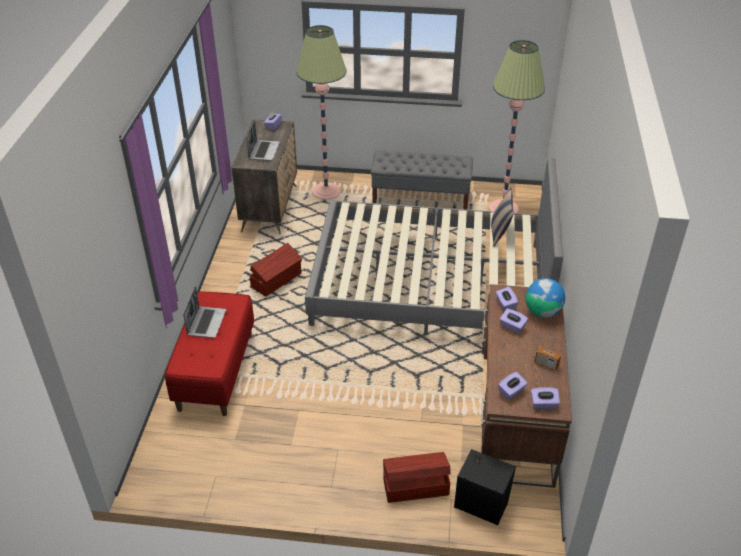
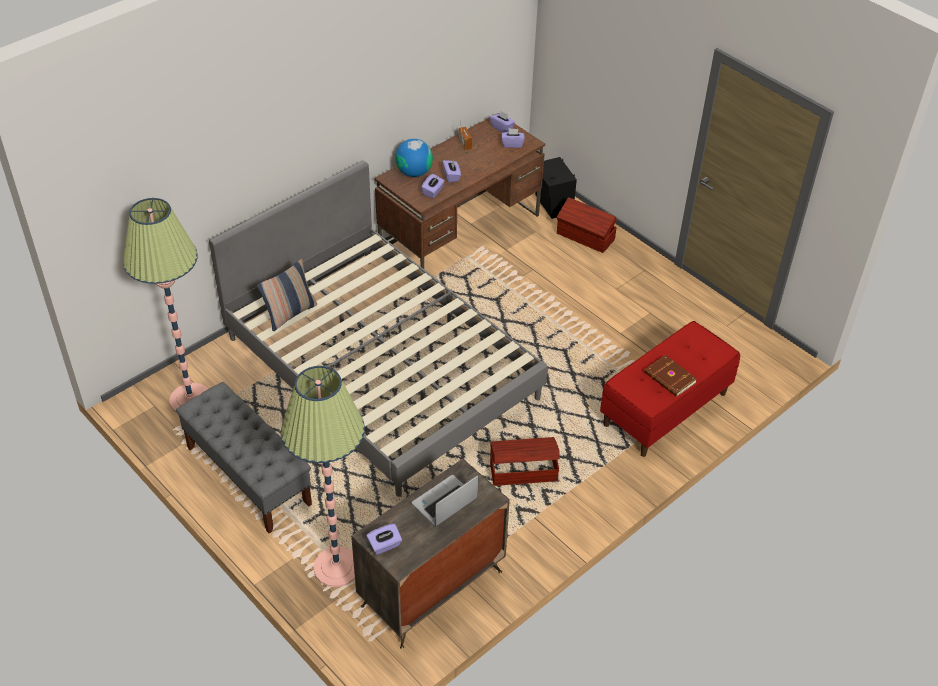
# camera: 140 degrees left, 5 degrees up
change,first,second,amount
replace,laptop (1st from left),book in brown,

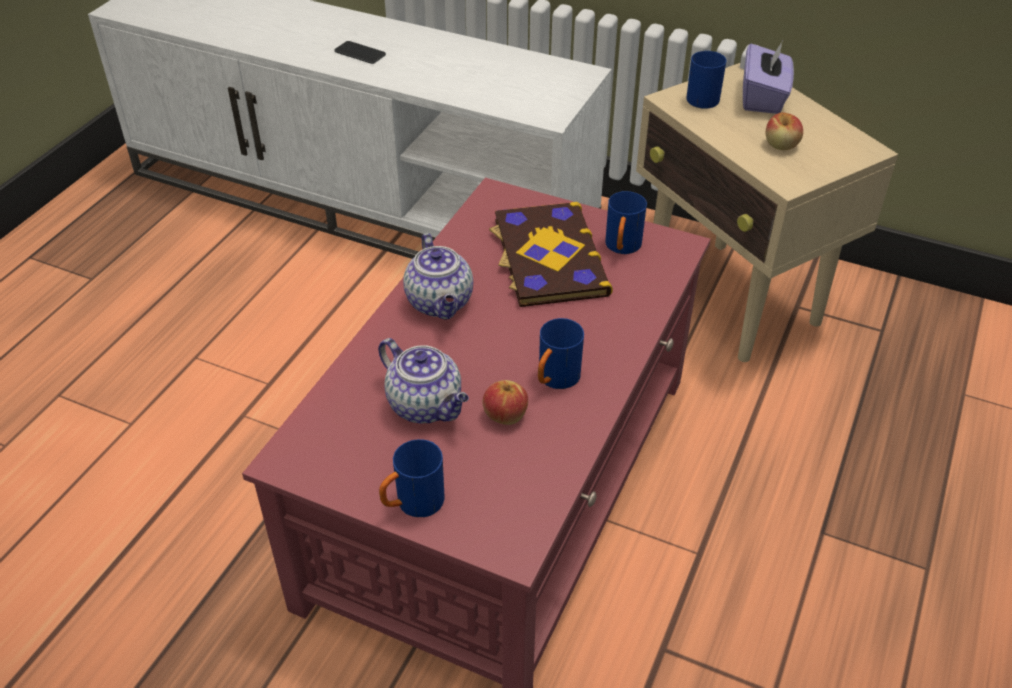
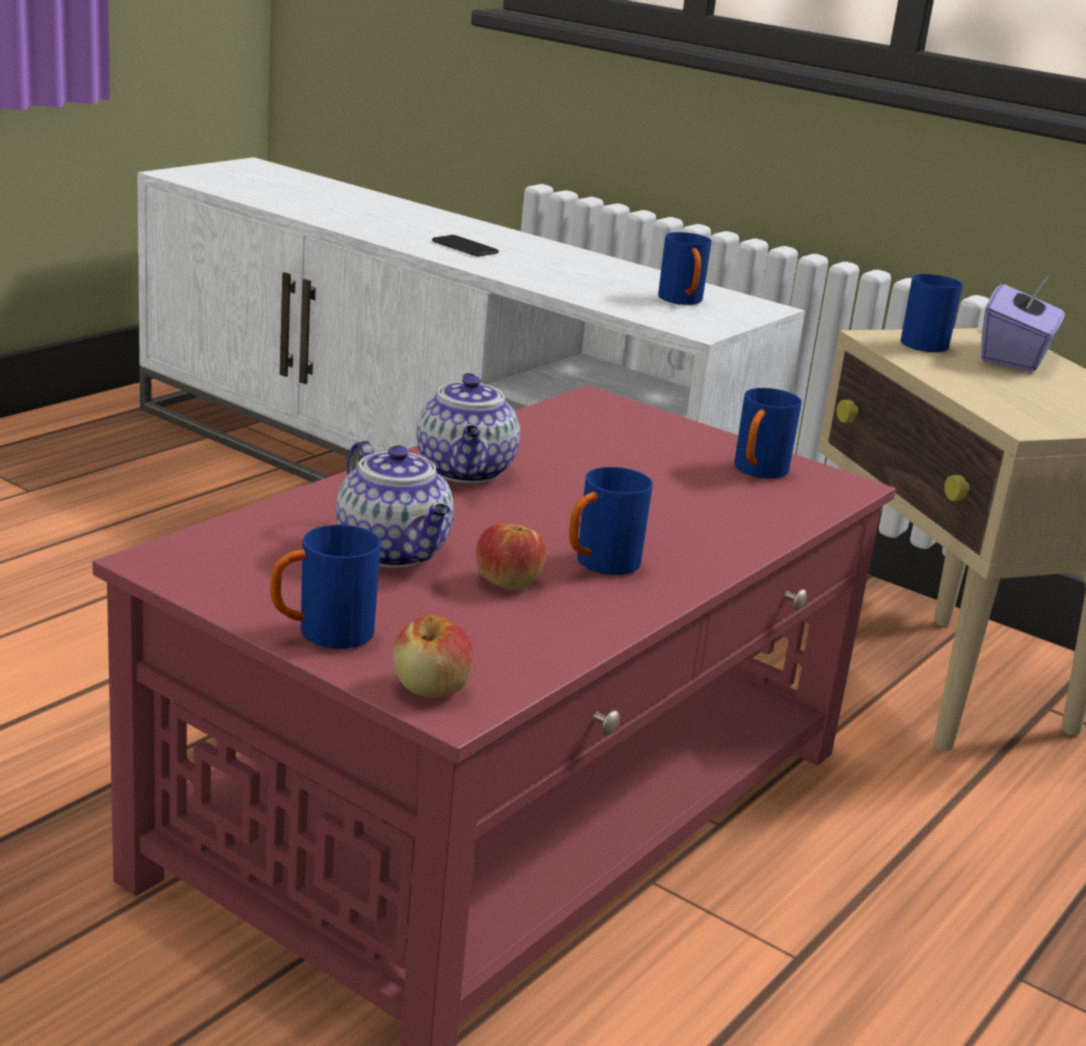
# camera: 10 degrees right, 20 degrees down
change,first,second,amount
delete,book,,
move,apple (2nd from left in the first image),apple (1st from left),
insert,,mug in blue (3rd from left),

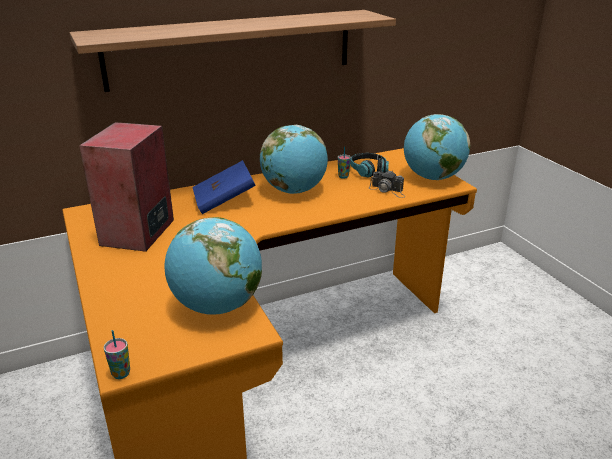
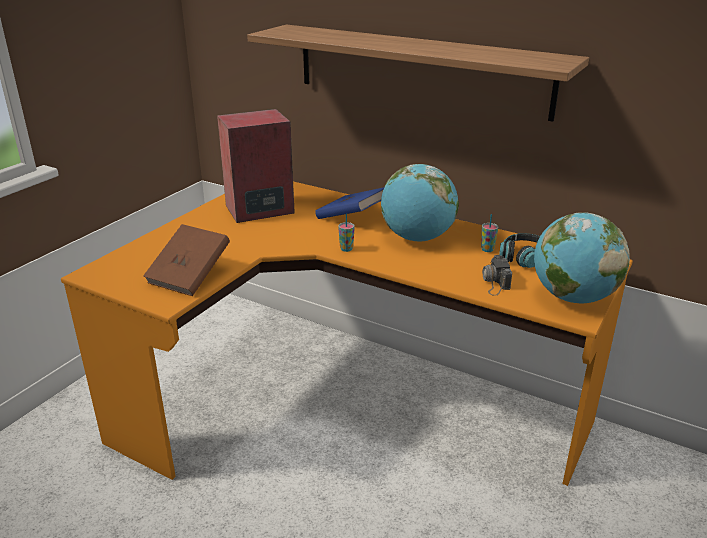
# camera: 55 degrees right, 0 degrees up
change,first,second,amount
move,cup (1st from left),,
replace,globe (1st from left),book in brown,

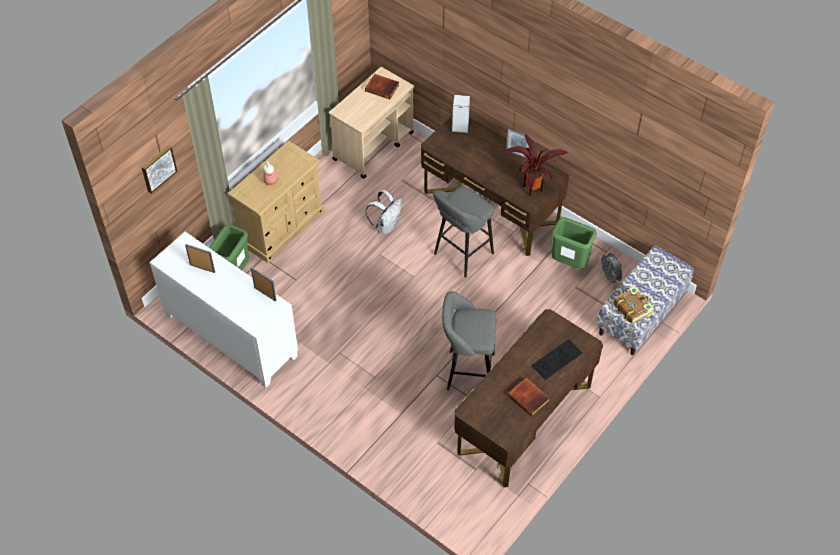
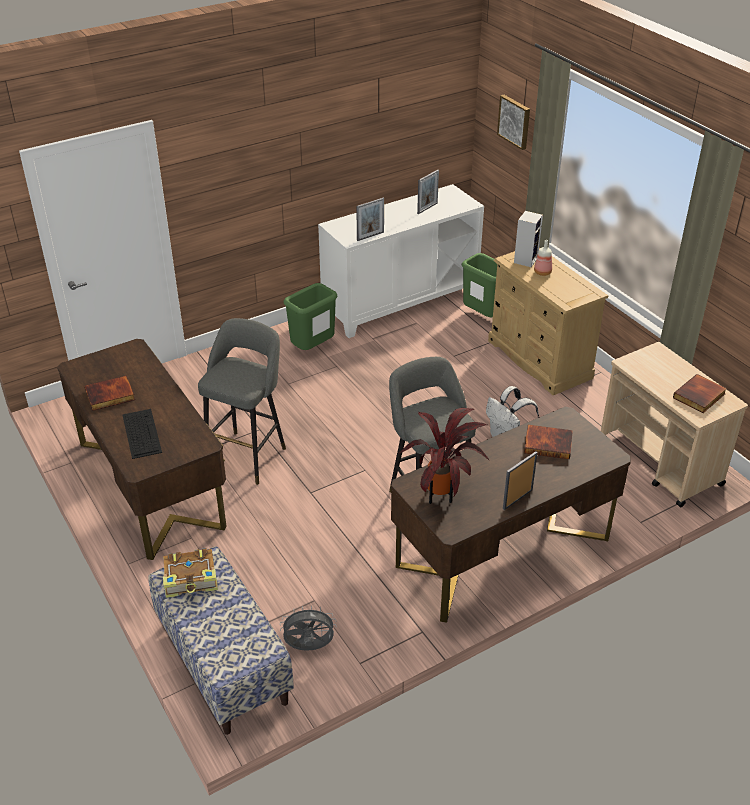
# camera: 110 degrees right, 15 degrees down
change,first,second,amount
move,speaker,,
move,trash can in green (2nd from left in the first image),trash can in green (1st from left),
insert,,book (3rd from left),

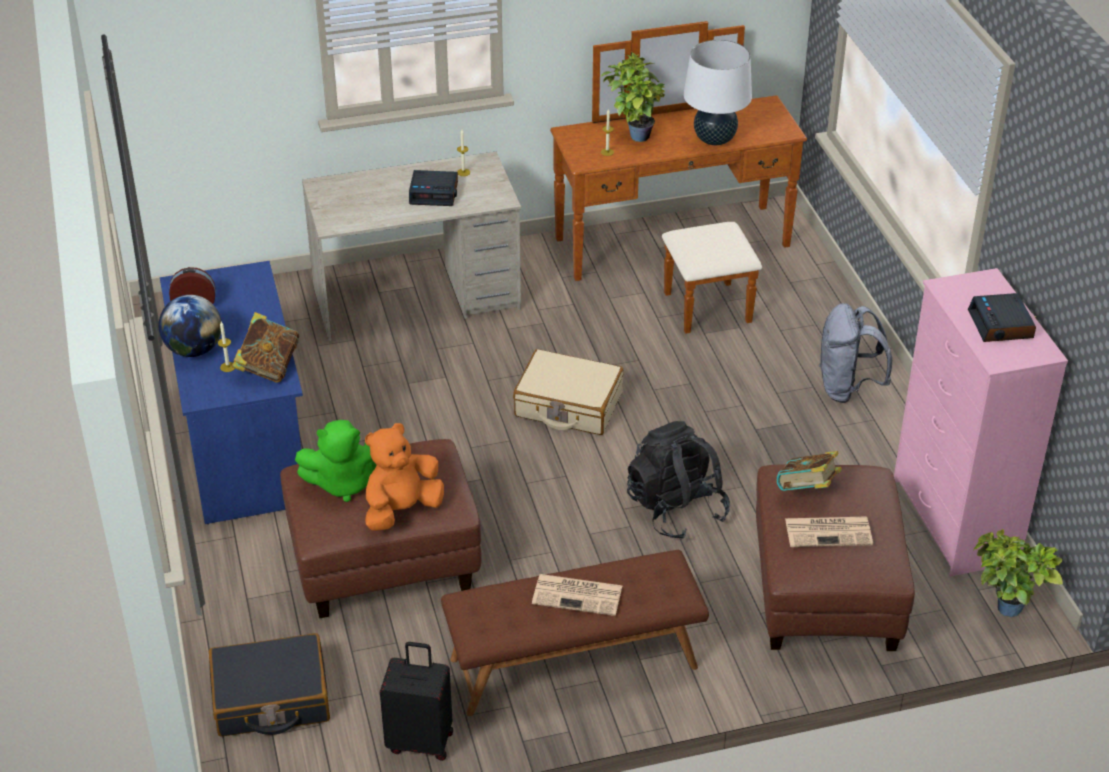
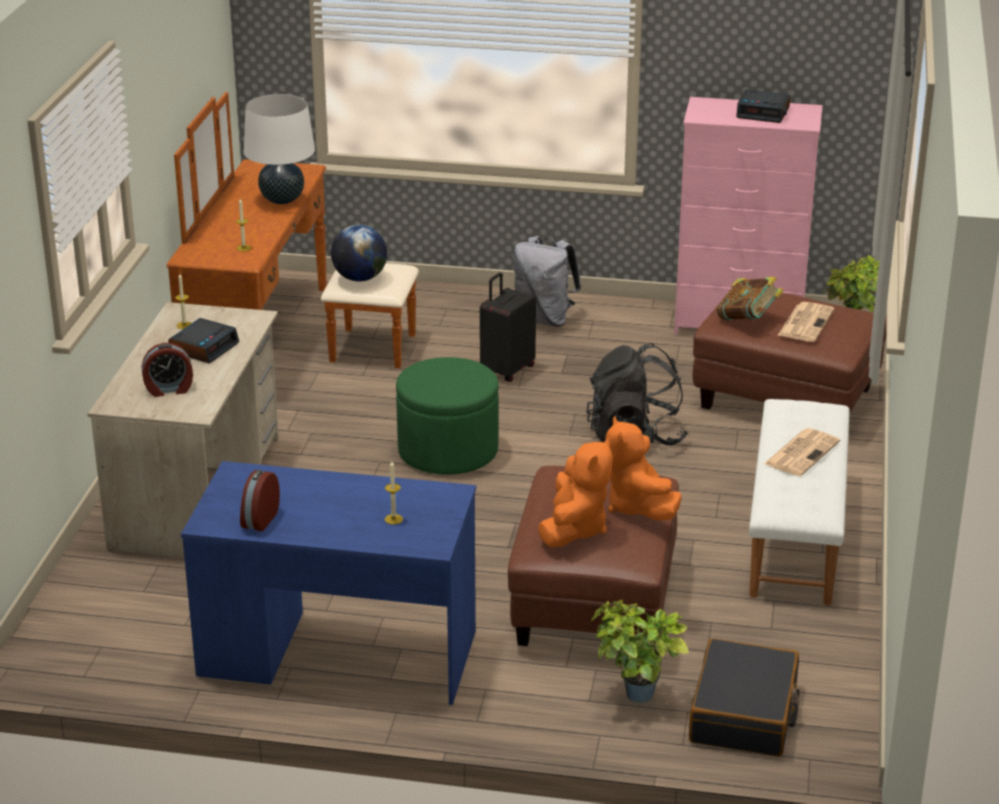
# camera: 65 degrees left, 10 degrees down
change,first,second,amount
move,globe,,
delete,book (1st from left),,
recolor,plush toy in green,plush toy in orange (1st from left),
move,suitcase in black (2nd from left in the first image),suitcase in black (1st from left),
recolor,bench in brown,bench in white,
replace,suitcase in beige,ottoman in green,
move,potted plant (1st from left),,
insert,,alarm clock (1st from left),

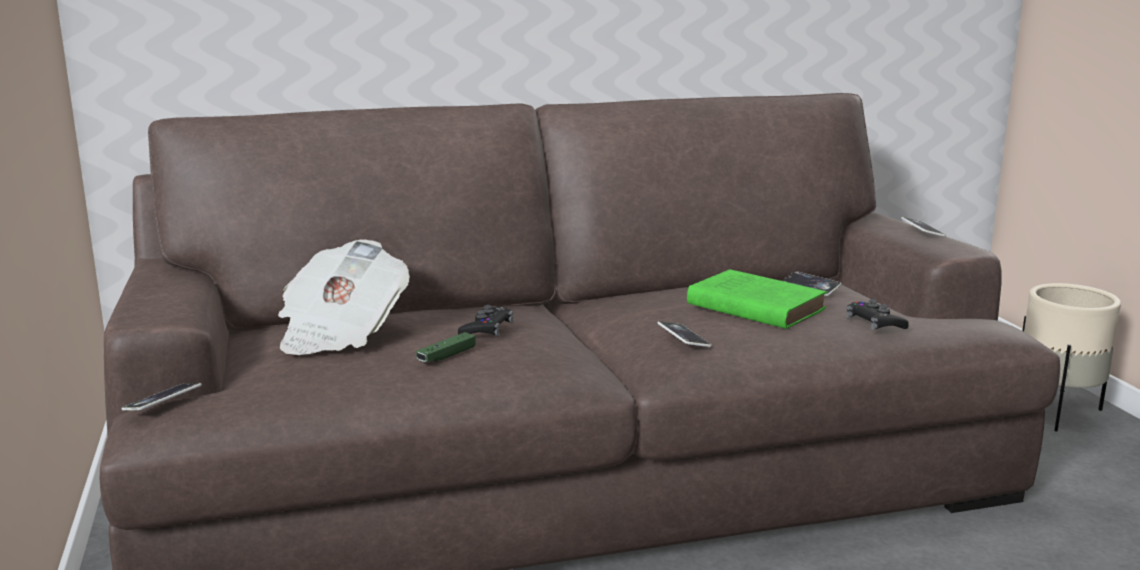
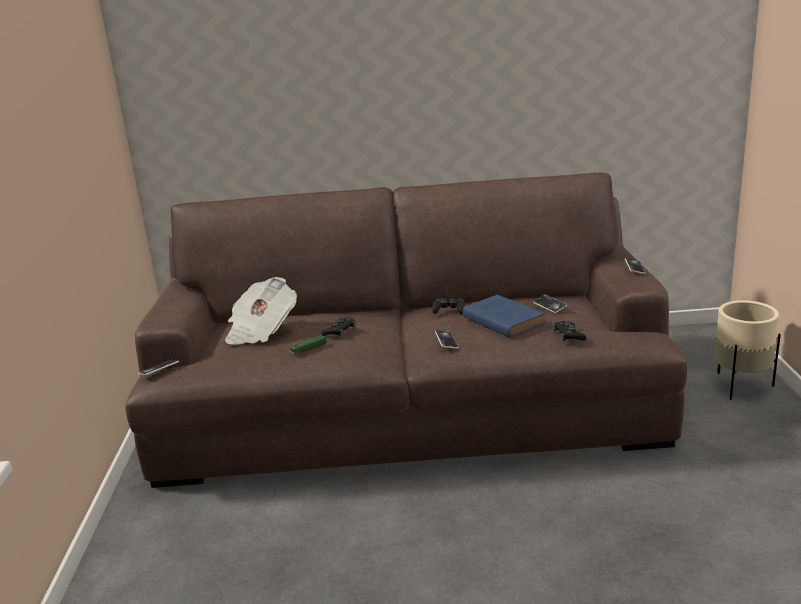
# camera: 15 degrees right, 5 degrees up
change,first,second,amount
recolor,book in green,book in blue,
insert,,game controller in black (2nd from left),

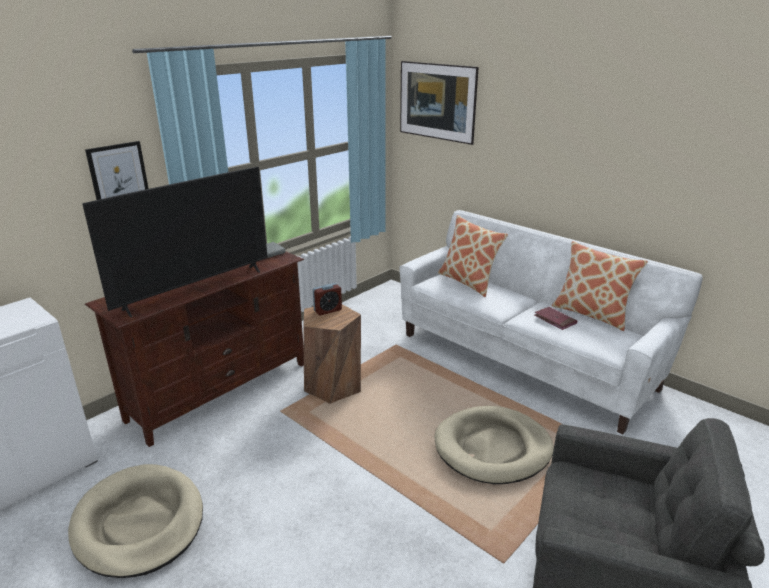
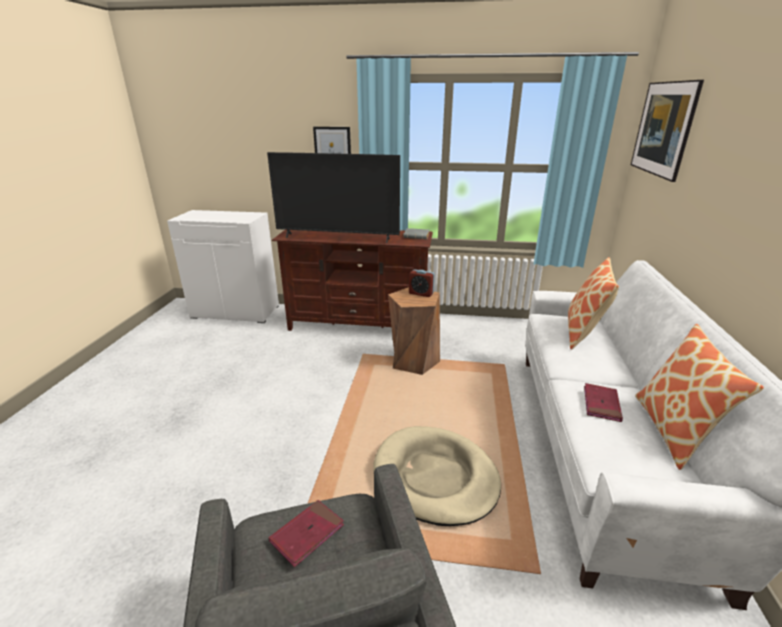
# camera: 55 degrees right, 0 degrees up
change,first,second,amount
delete,dog bed in beige (1st from left),,
insert,,book in red (1st from left),

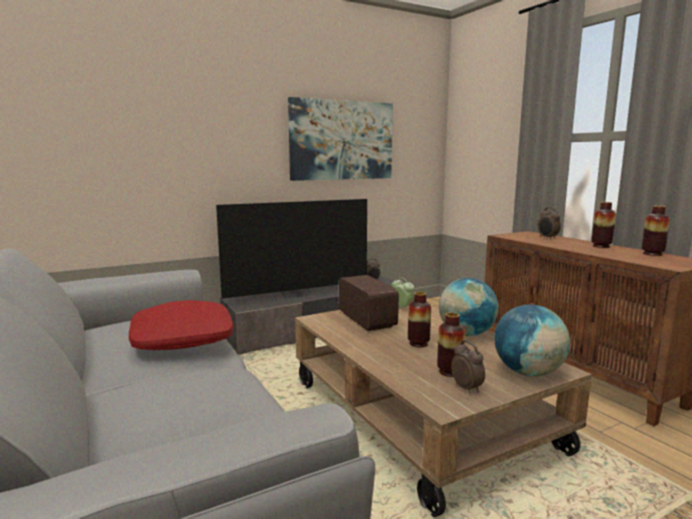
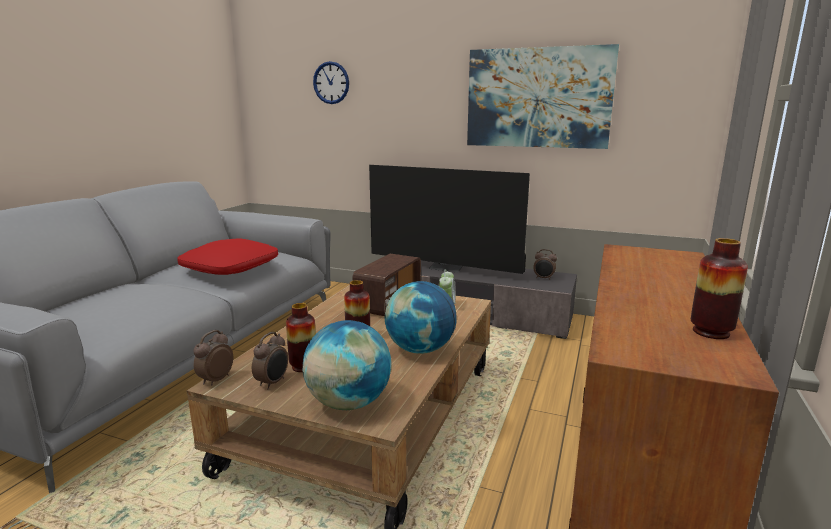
# camera: 50 degrees right, 5 degrees up
change,first,second,amount
move,alarm clock (4th from left in the first image),alarm clock (1st from left),
delete,vase (3rd from left),,
insert,,wall clock,

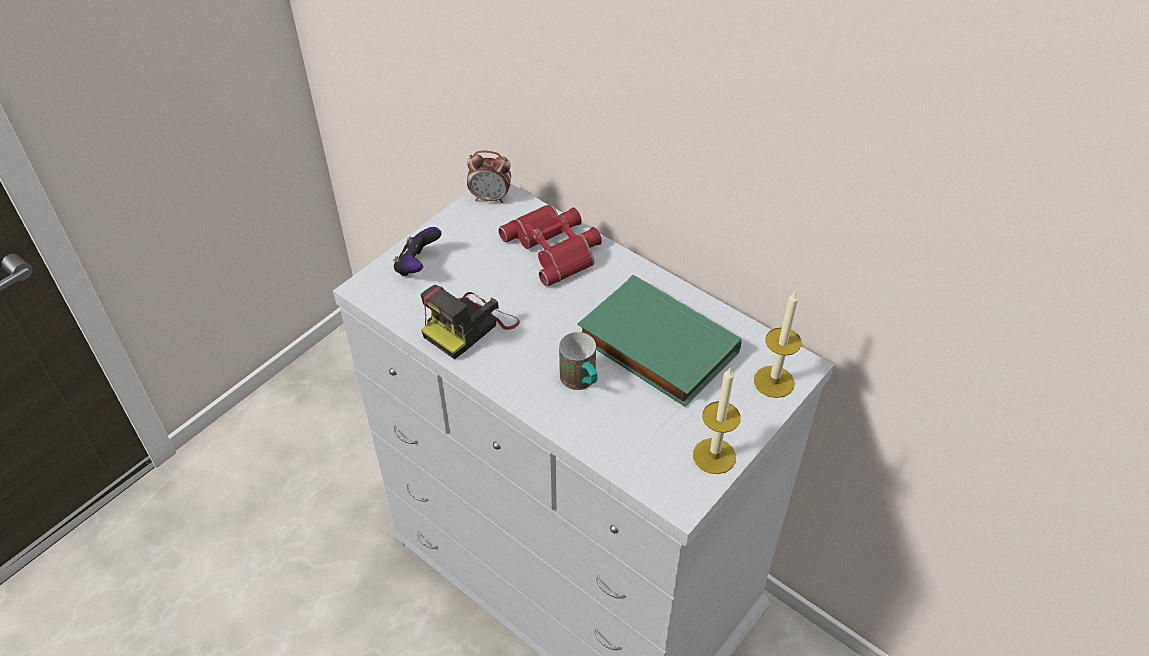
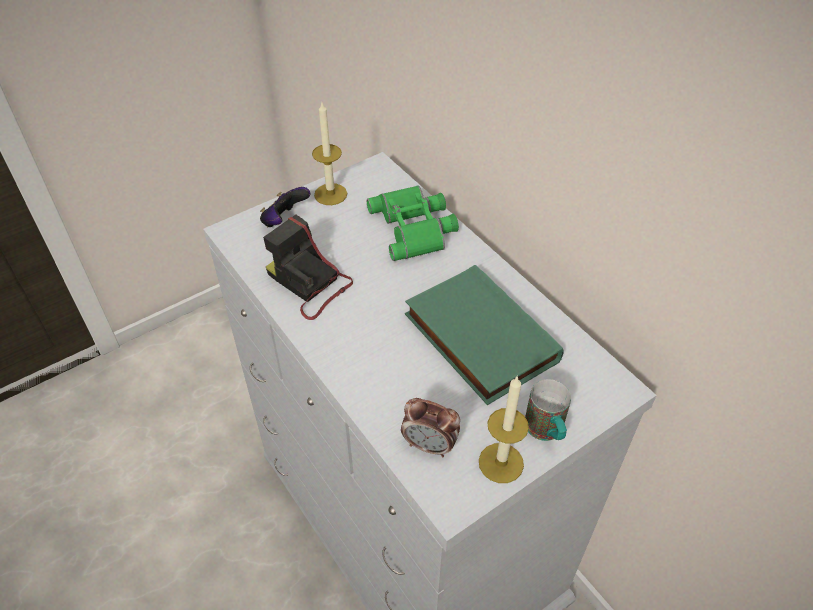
# camera: 15 degrees right, 0 degrees up
change,first,second,amount
rotate,photo camera,,75 degrees clockwise
move,alarm clock,,
recolor,binoculars in red,binoculars in green,
move,mug,,
move,candle (2nd from left in the first image),candle (1st from left),

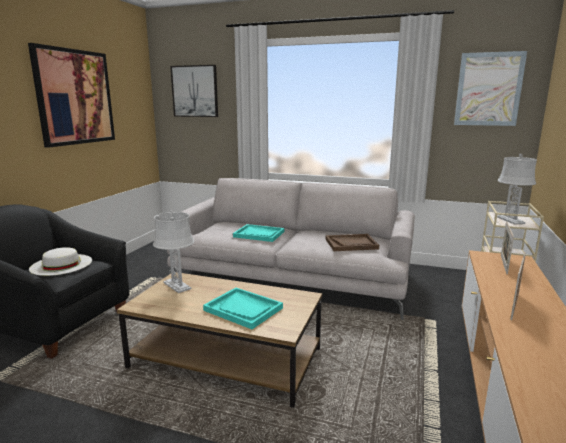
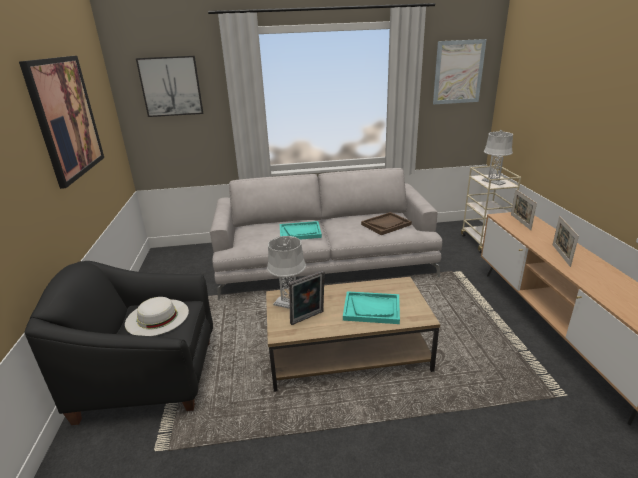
# camera: 25 degrees left, 10 degrees up
change,first,second,amount
insert,,picture frame (1st from left),

